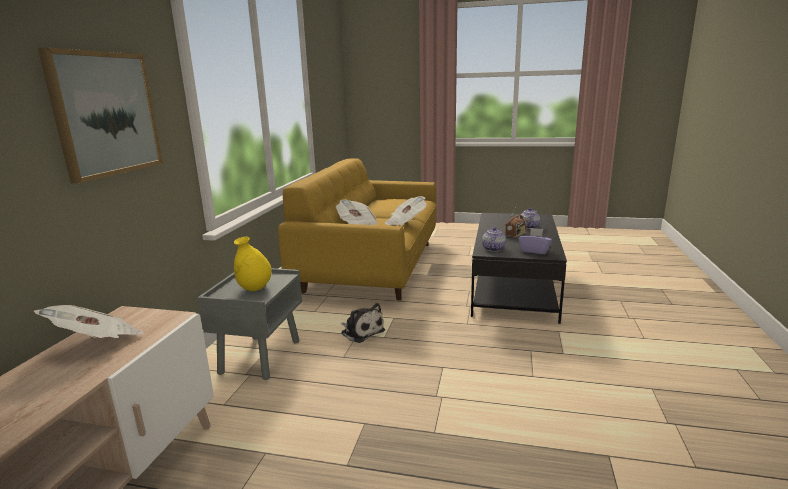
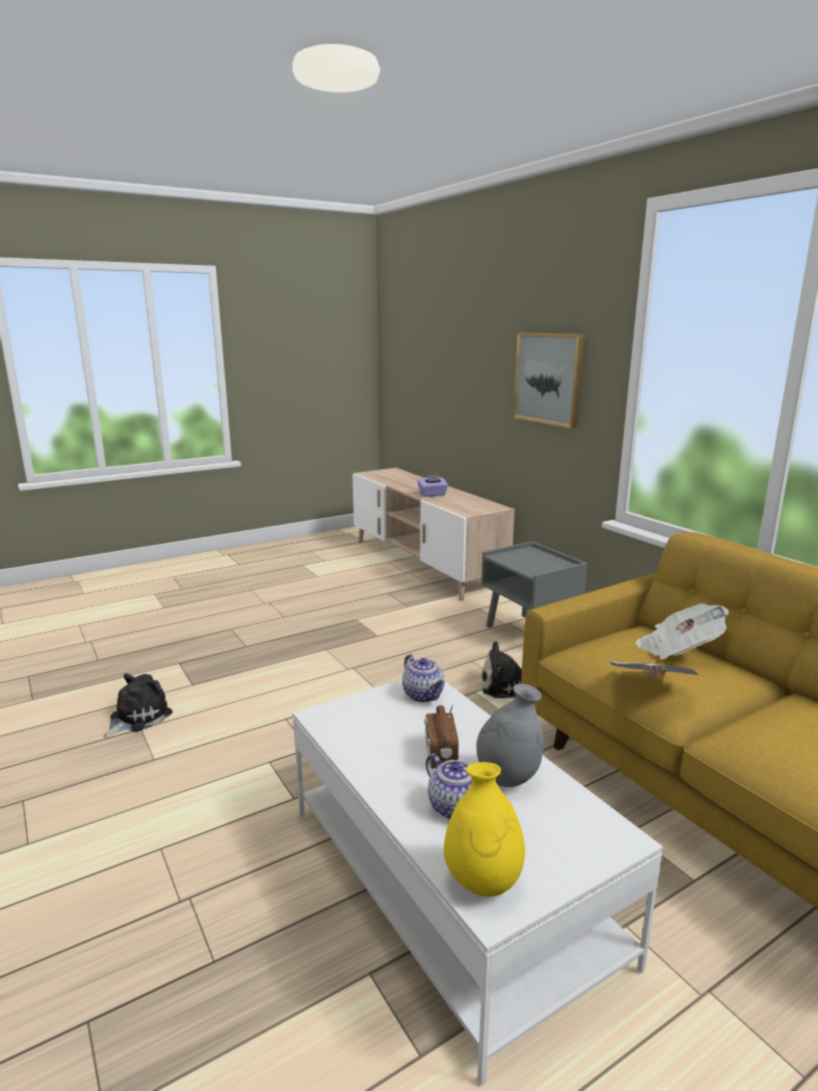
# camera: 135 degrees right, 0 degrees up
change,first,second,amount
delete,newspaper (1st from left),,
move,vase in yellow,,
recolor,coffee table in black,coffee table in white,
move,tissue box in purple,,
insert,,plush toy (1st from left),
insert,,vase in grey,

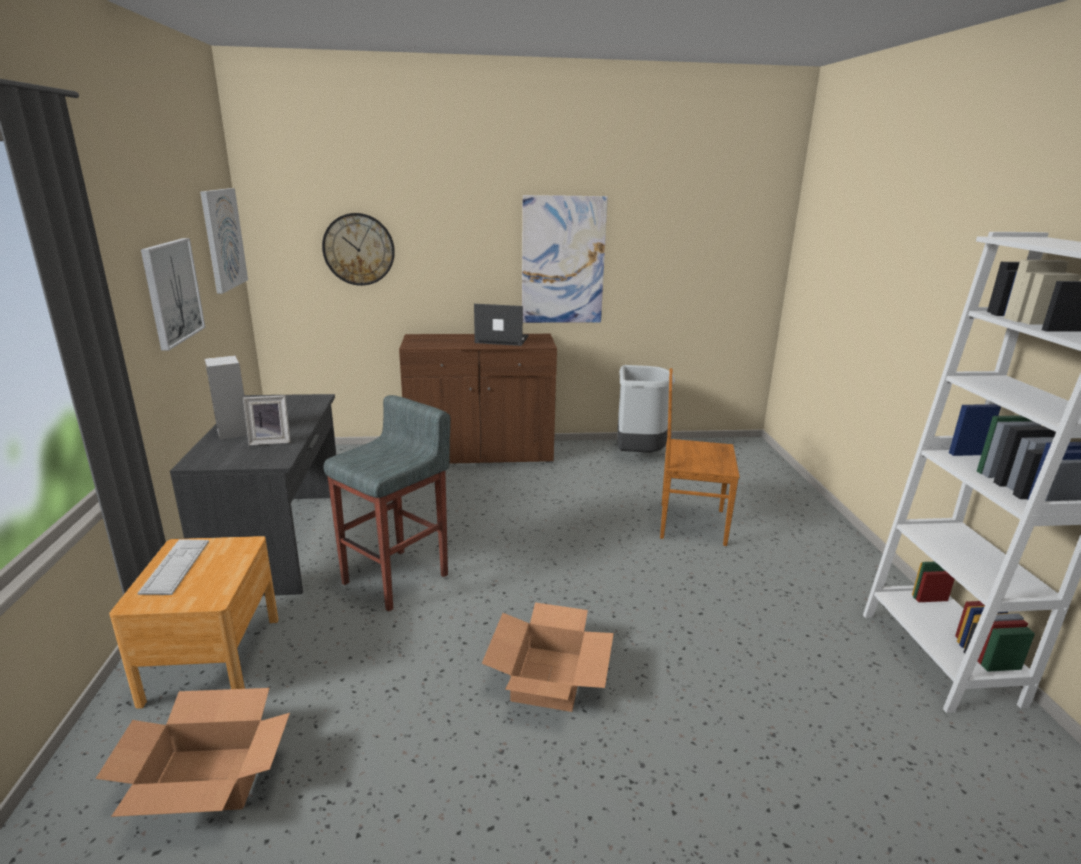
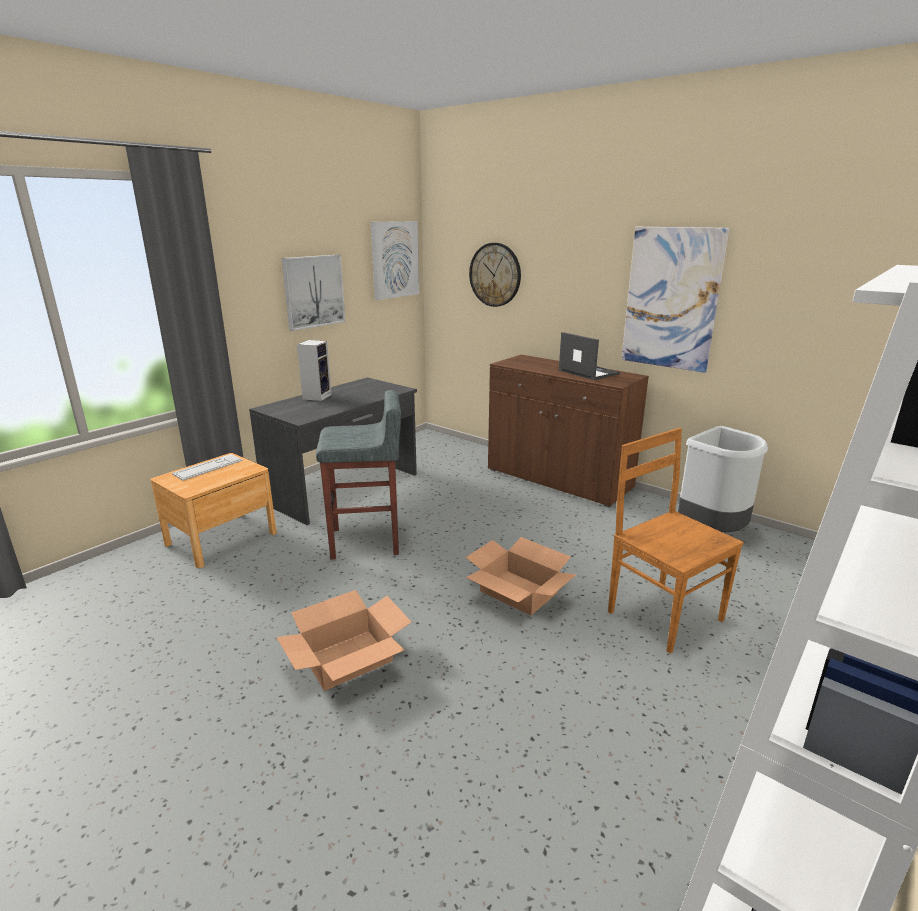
# camera: 45 degrees right, 0 degrees up
change,first,second,amount
move,cardboard box (1st from left in the first image),cardboard box (2nd from left),
delete,picture frame,,

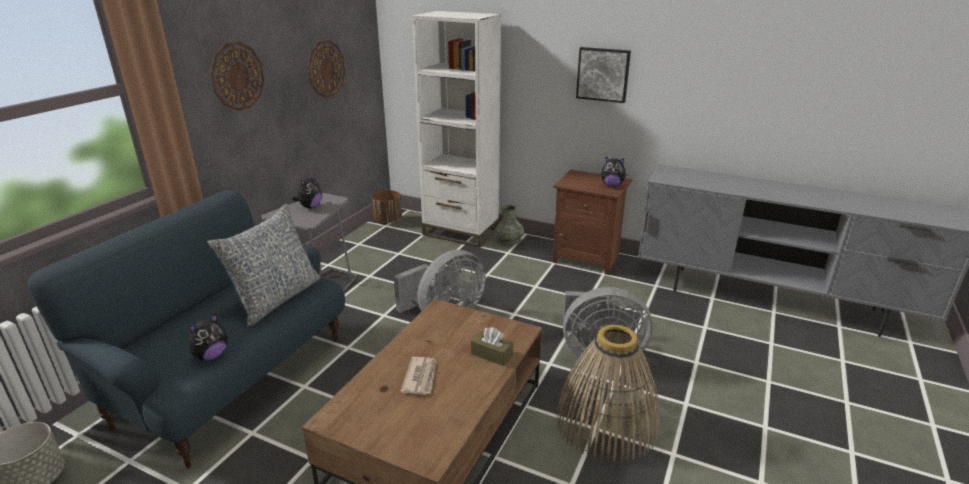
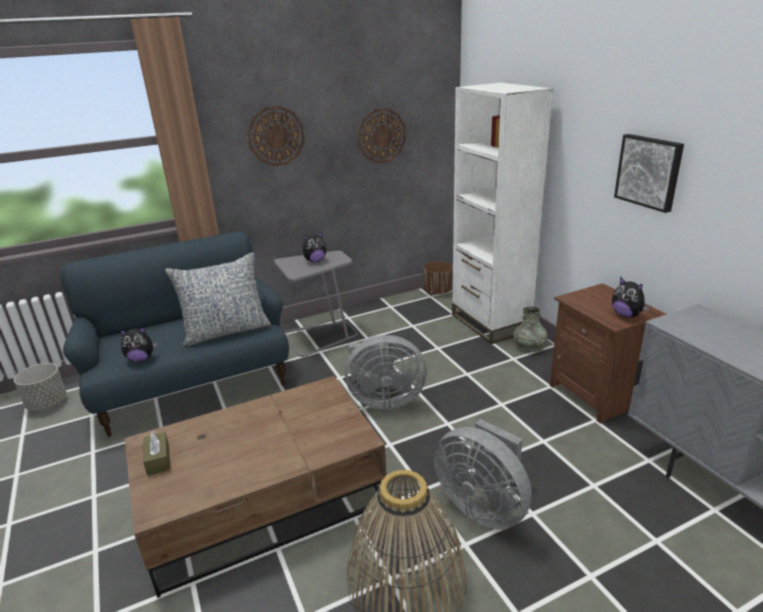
# camera: 40 degrees right, 0 degrees up
change,first,second,amount
delete,newspaper,,
move,tissue box in brown,,

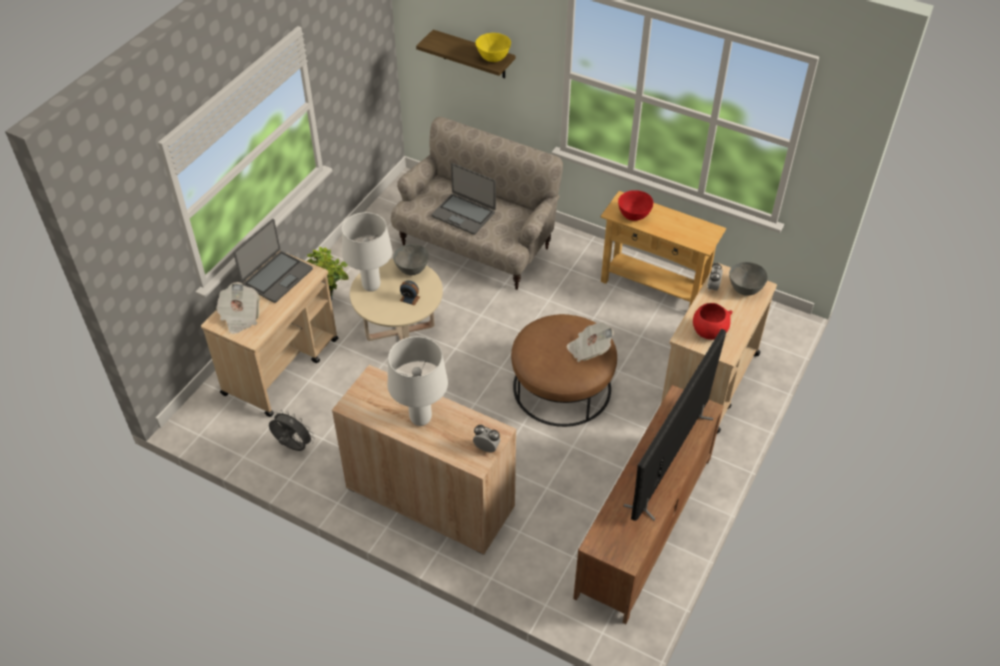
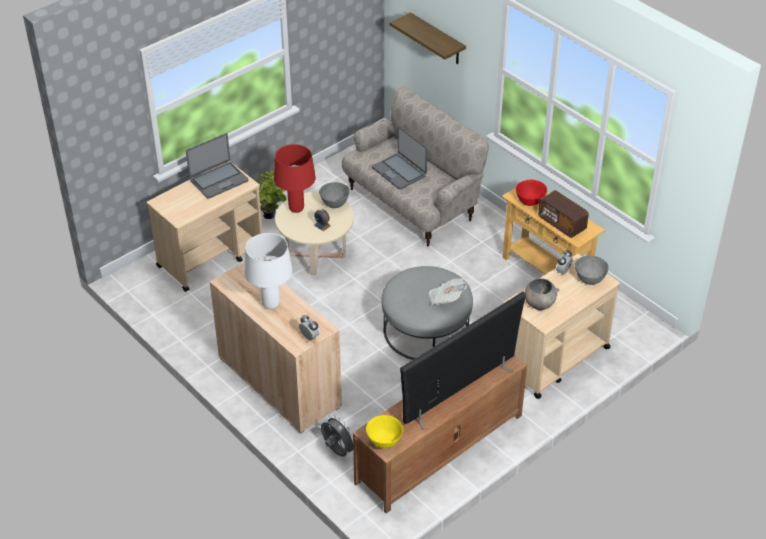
# camera: 20 degrees right, 5 degrees down
change,first,second,amount
delete,newspaper (1st from left),,
move,fan in grey,,
recolor,table lamp in white (1st from left),table lamp in red,
move,bowl in yellow,,
recolor,ottoman in brown,ottoman in grey,
recolor,bowl in red (2nd from left),bowl in grey (2nd from left),
insert,,radio,

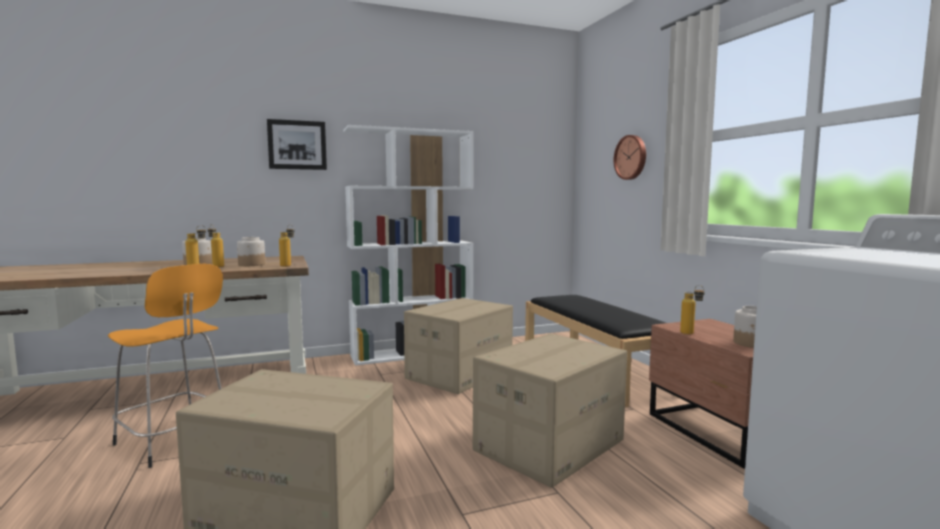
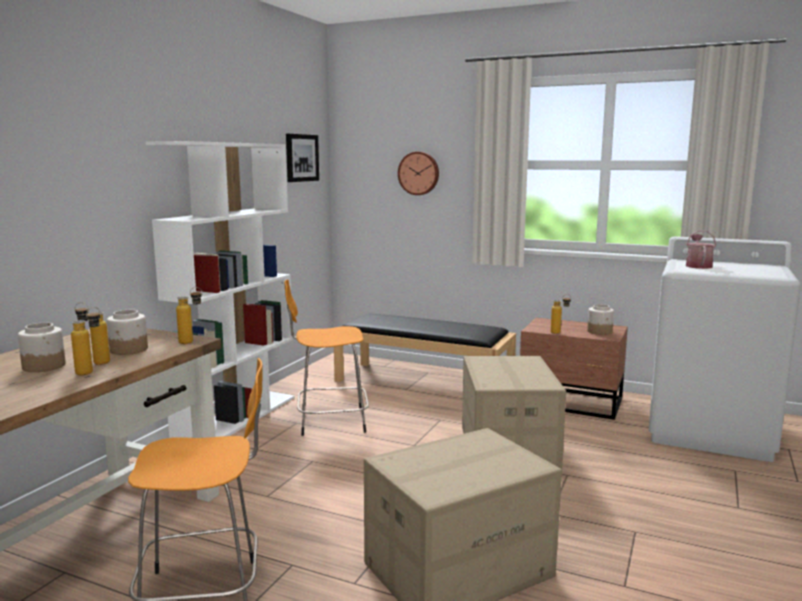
# camera: 45 degrees left, 5 degrees up
change,first,second,amount
move,picture,,
replace,cardboard box (2nd from left),stool in orange (2nd from left),
insert,,watering can,

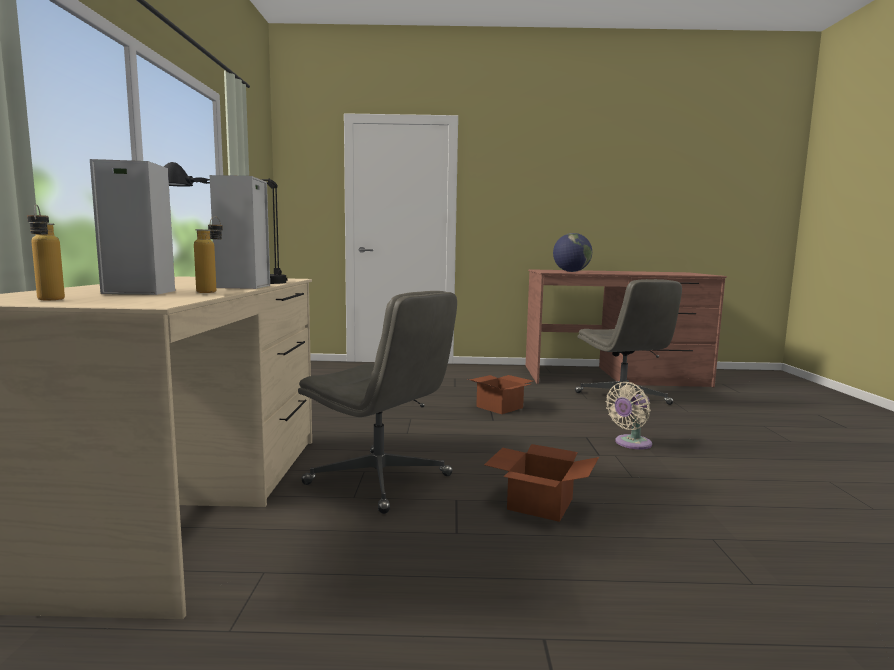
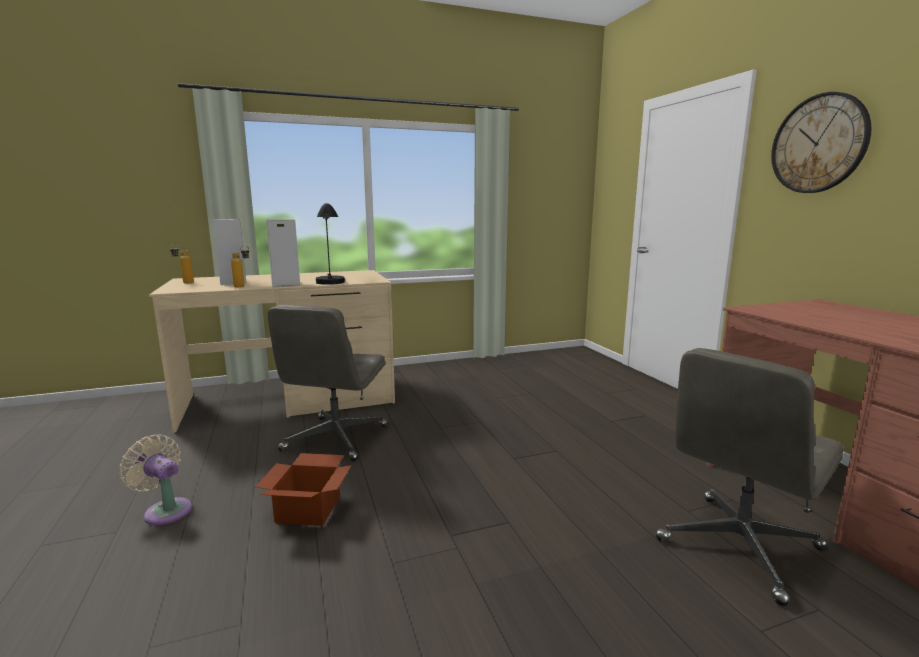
# camera: 70 degrees right, 5 degrees up
change,first,second,amount
delete,cardboard box (1st from left),,
delete,globe,,
move,fan in beige,,
insert,,wall clock,

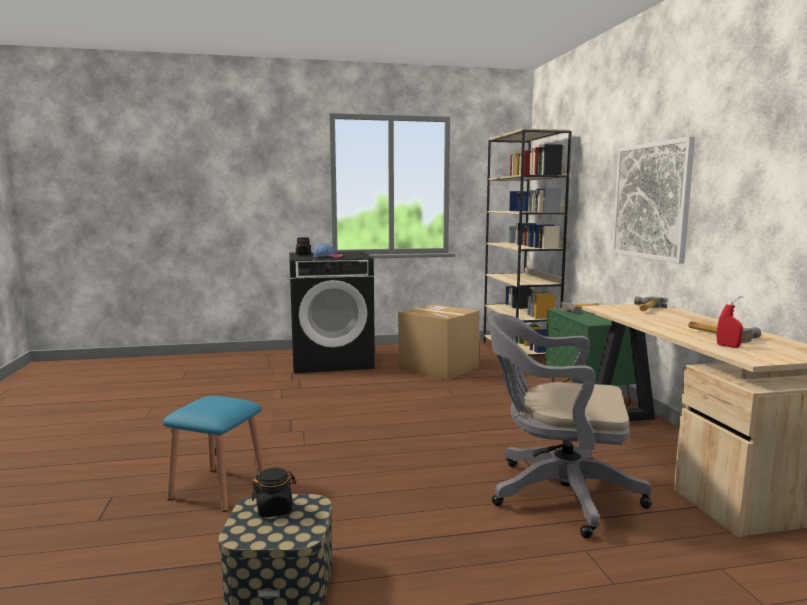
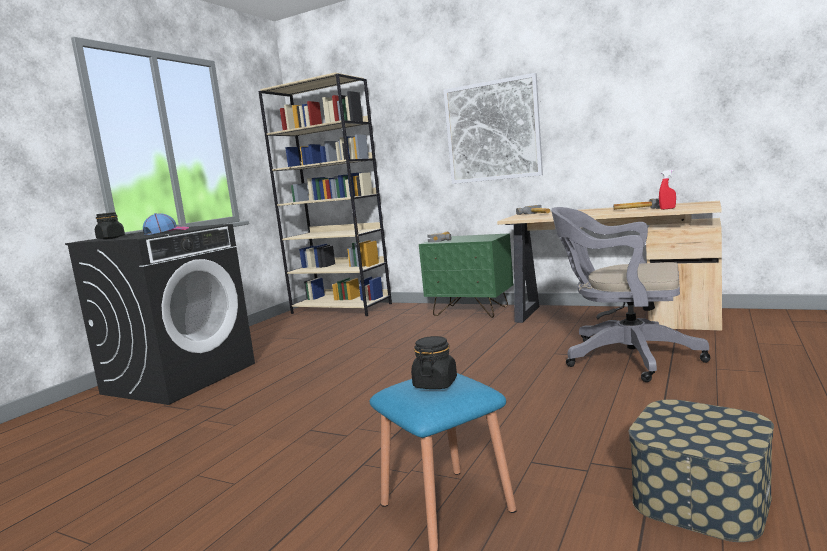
# camera: 50 degrees left, 0 degrees up
change,first,second,amount
move,jar in black (1st from left in the first image),jar in black (2nd from left),
delete,cardboard box,,
rotate,office chair in grey,,60 degrees clockwise

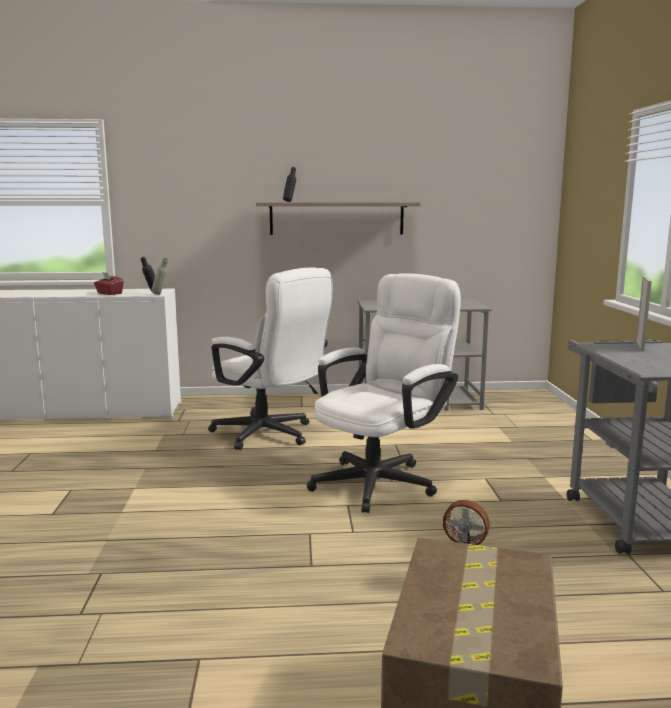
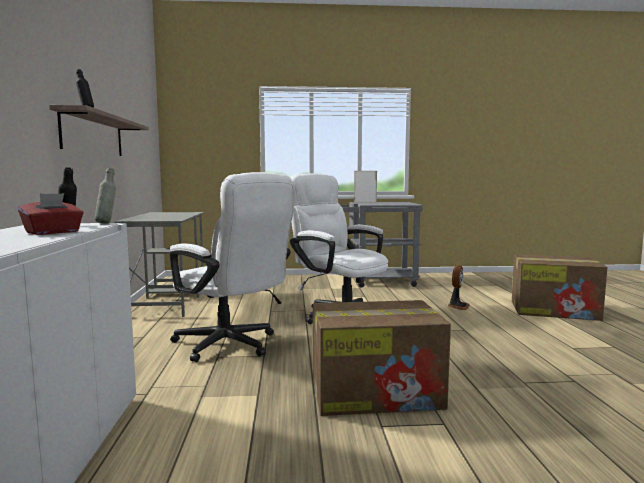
# camera: 90 degrees left, 5 degrees down
change,first,second,amount
rotate,office chair in white (1st from left),,90 degrees clockwise
insert,,cardboard box (1st from left),

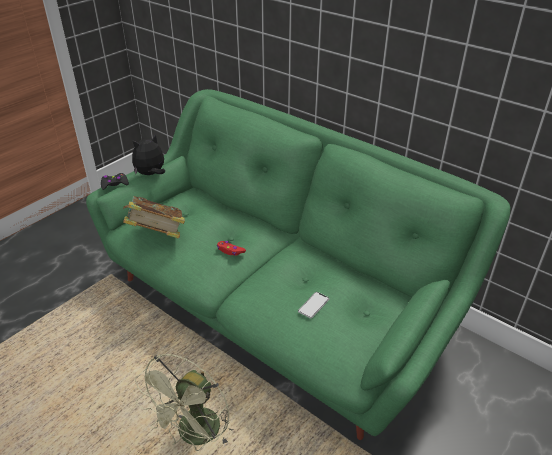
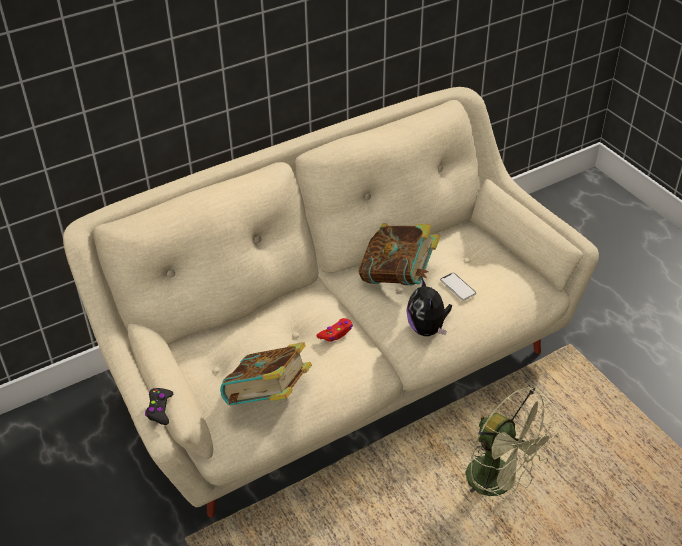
# camera: 70 degrees left, 5 degrees up
change,first,second,amount
recolor,sofa in green,sofa in beige,
move,plush toy,,
insert,,book (2nd from left),

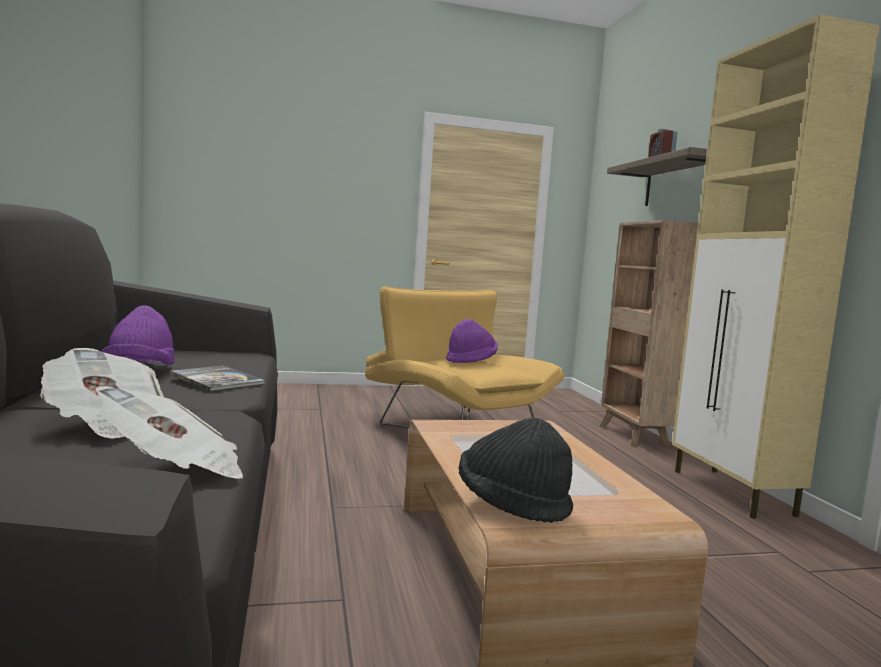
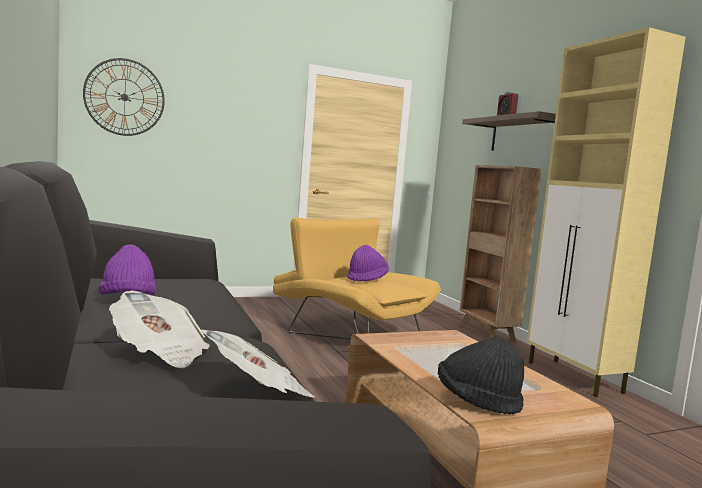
# camera: 10 degrees left, 0 degrees up
change,first,second,amount
delete,book,,
insert,,wall clock,

